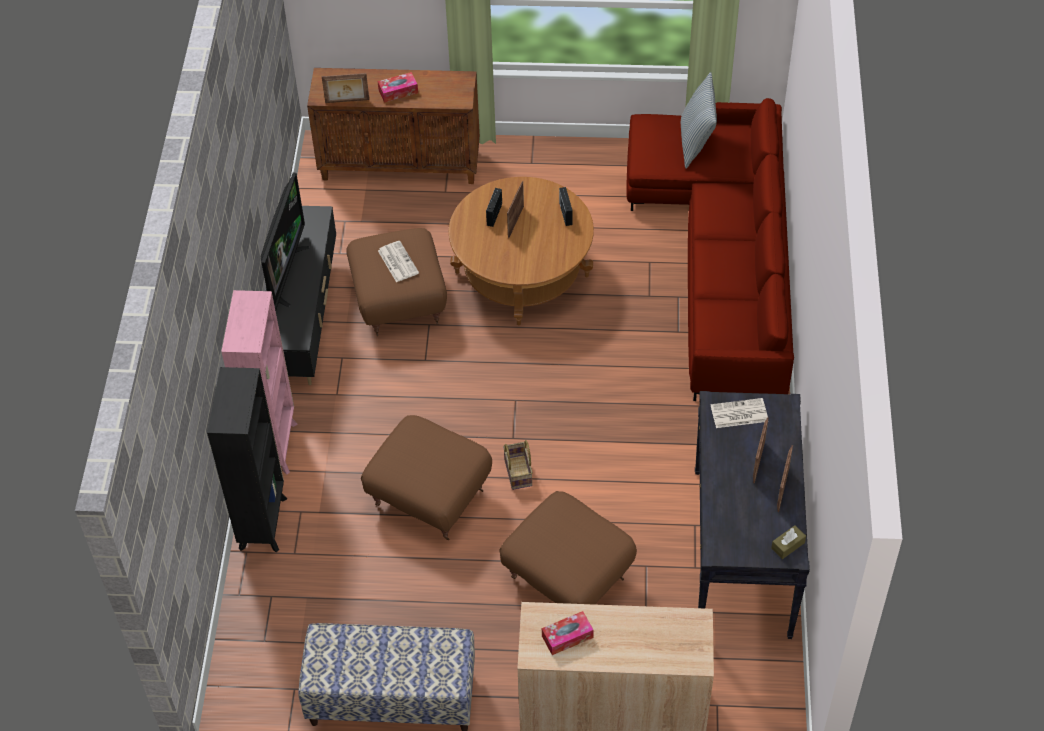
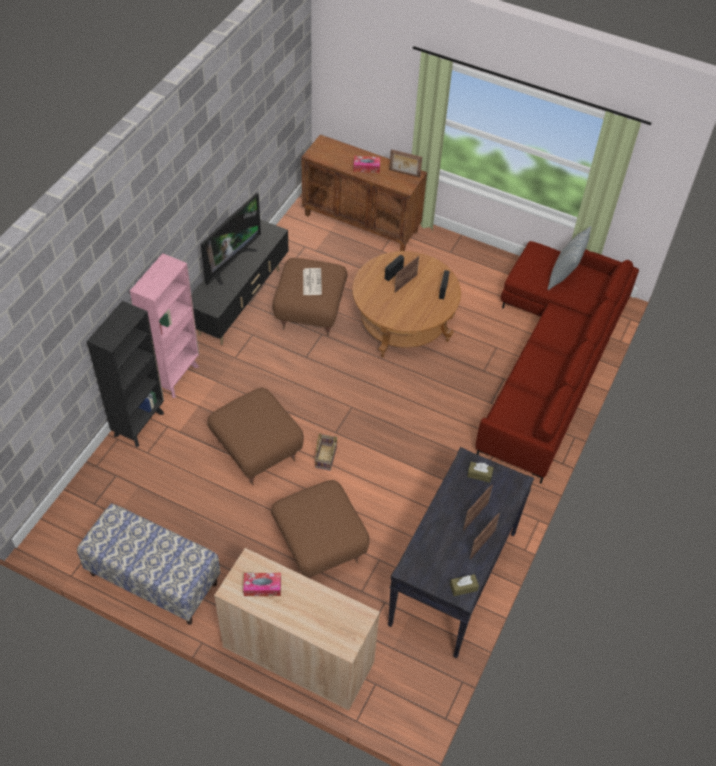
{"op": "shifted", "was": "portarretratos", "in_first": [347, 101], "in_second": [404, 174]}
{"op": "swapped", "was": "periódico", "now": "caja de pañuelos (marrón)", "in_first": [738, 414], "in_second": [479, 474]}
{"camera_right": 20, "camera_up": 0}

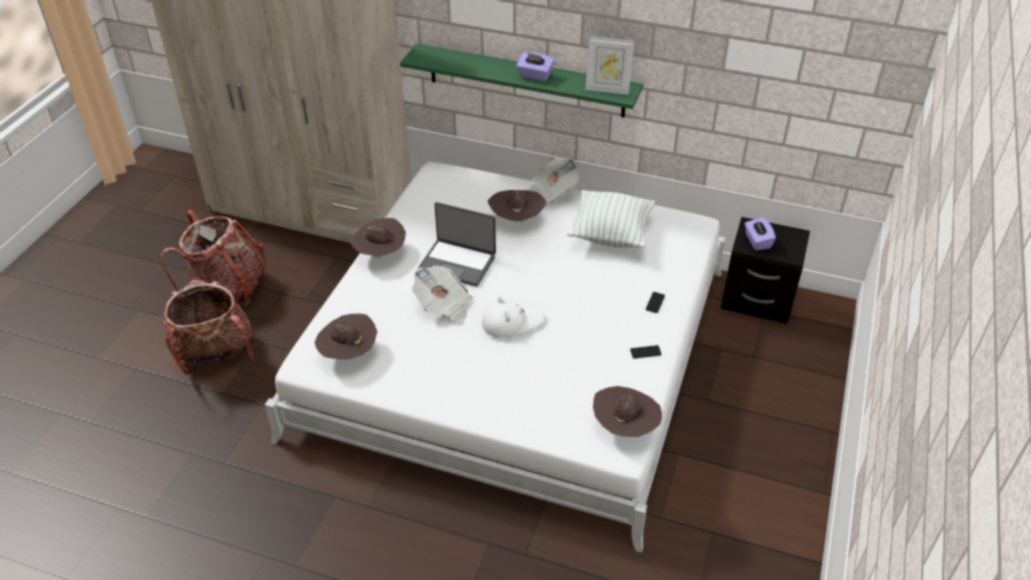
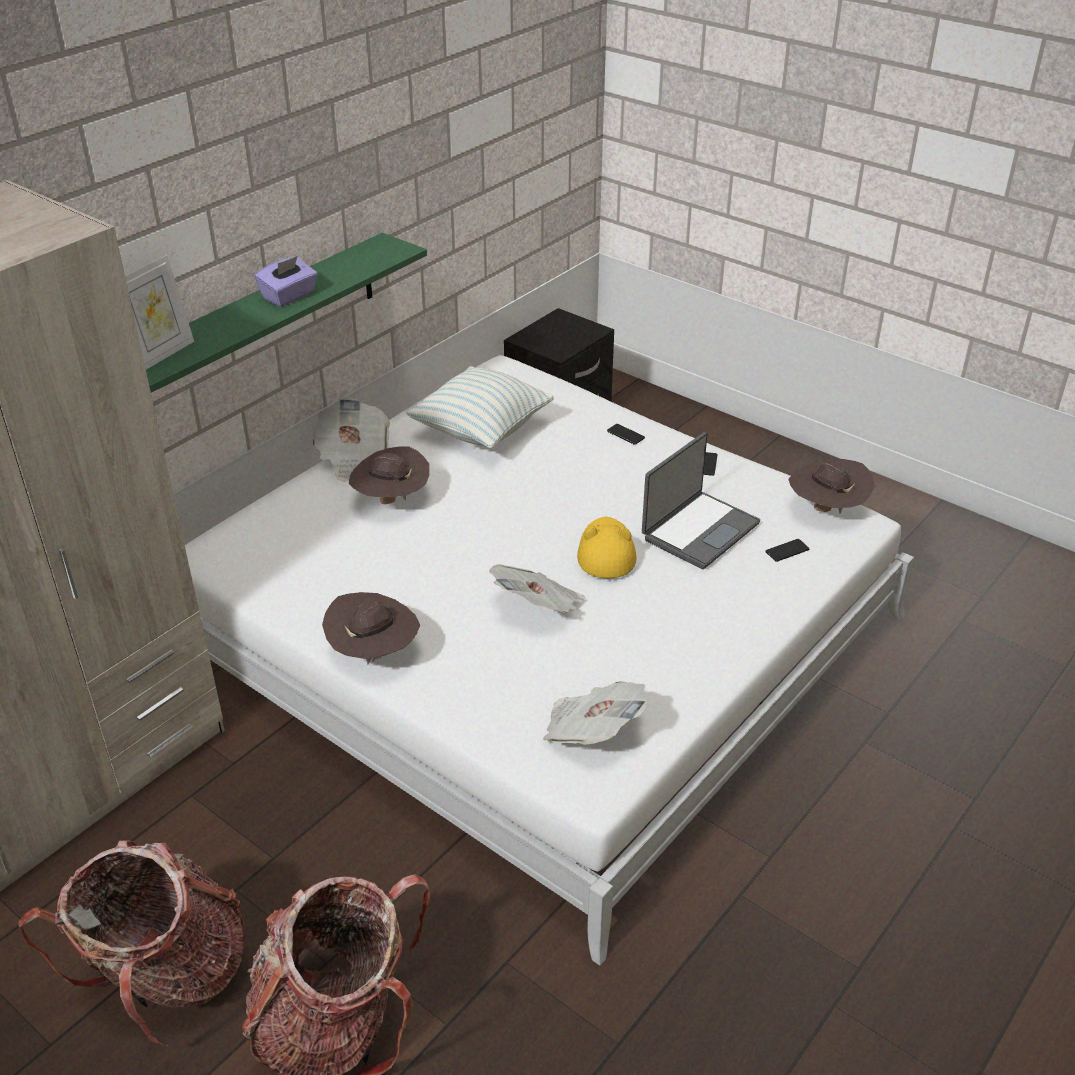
{"op": "swapped", "was": "sombrero (marrón)", "now": "periódico", "in_first": [348, 354], "in_second": [592, 731]}
{"op": "shifted", "was": "portátil", "in_first": [458, 262], "in_second": [699, 530]}
{"op": "repainted", "was": "sombrero (blanco)", "now": "sombrero (amarillo)", "in_first": [512, 322], "in_second": [606, 552]}
{"op": "shifted", "was": "portarretratos", "in_first": [607, 90], "in_second": [162, 354]}
{"op": "gone", "was": "caja de pañuelos (morado)", "in_first": [757, 241]}
{"op": "new", "now": "móvil", "in_second": [787, 551]}
{"camera_right": -70, "camera_up": -5}

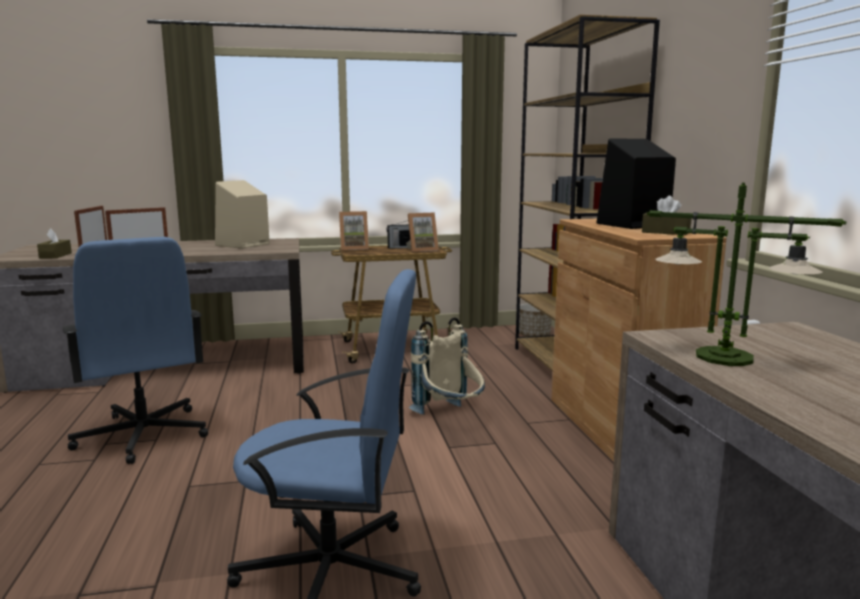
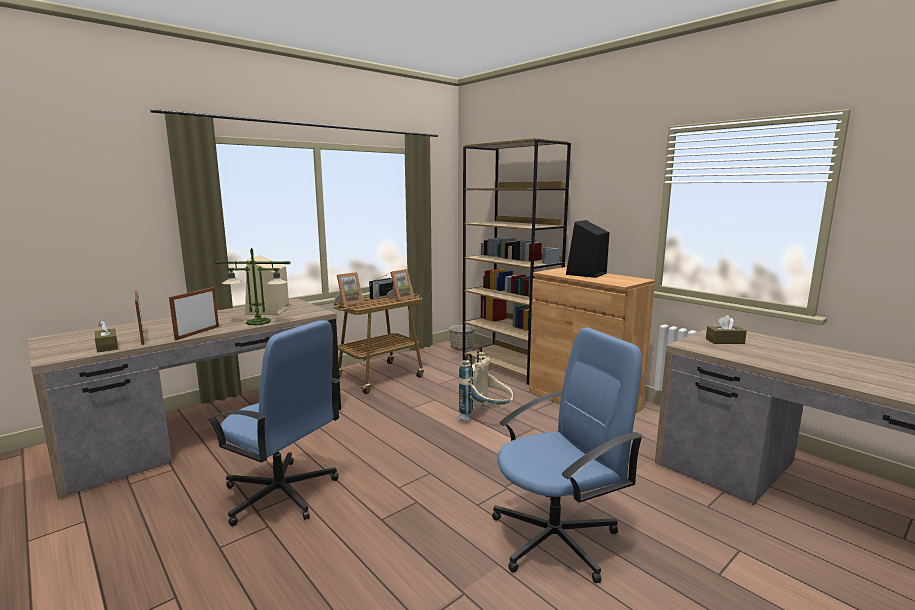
{"op": "shifted", "was": "caja de pañuelos (marrón)", "in_first": [665, 232], "in_second": [724, 341]}
{"op": "shifted", "was": "lámpara de mesa", "in_first": [722, 357], "in_second": [257, 322]}
{"camera_right": -30, "camera_up": 0}

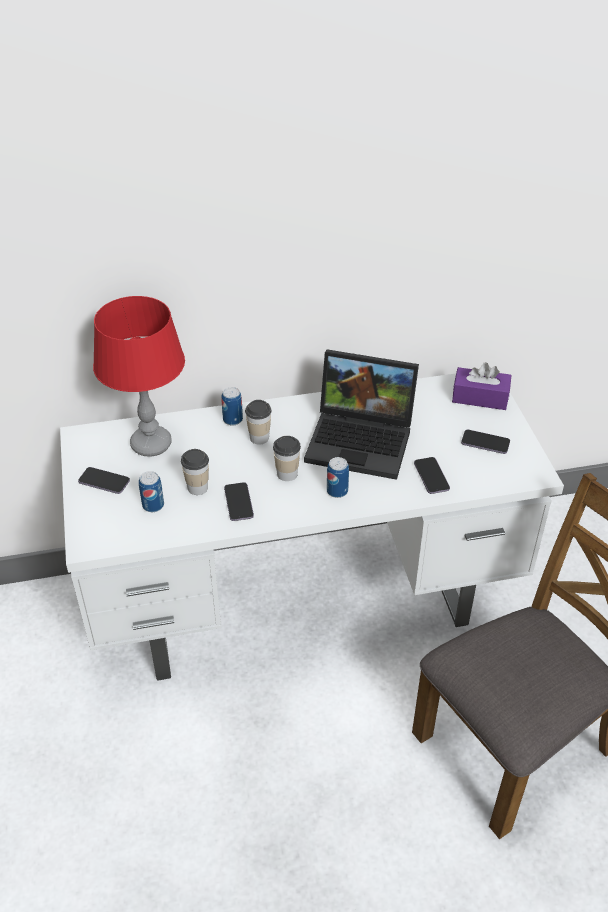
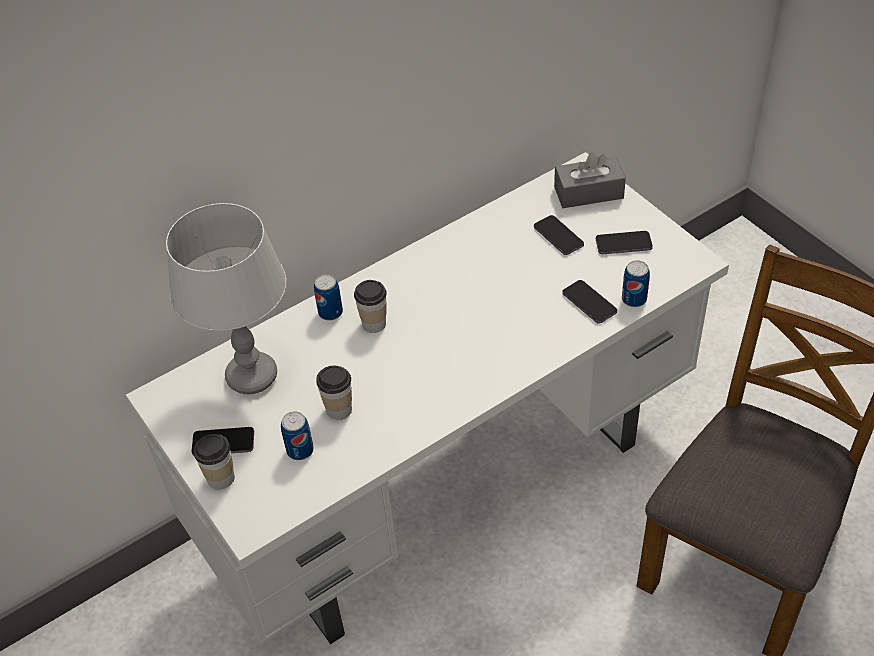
{"op": "repainted", "was": "lámpara de mesa (rojo)", "now": "lámpara de mesa (gris)", "in_first": [151, 444], "in_second": [252, 376]}
{"op": "shifted", "was": "móvil", "in_first": [238, 503], "in_second": [558, 236]}
{"op": "shifted", "was": "taza", "in_first": [287, 474], "in_second": [221, 478]}
{"op": "gone", "was": "portátil", "in_first": [363, 440]}
{"op": "shifted", "was": "lata", "in_first": [337, 491], "in_second": [634, 299]}
{"op": "repainted", "was": "caja de pañuelos (morado)", "now": "caja de pañuelos (gris)", "in_first": [480, 397], "in_second": [588, 192]}
{"camera_right": -20, "camera_up": 5}

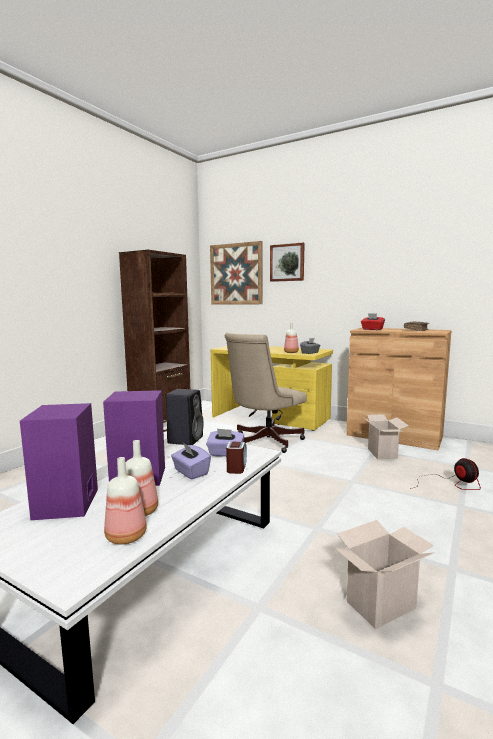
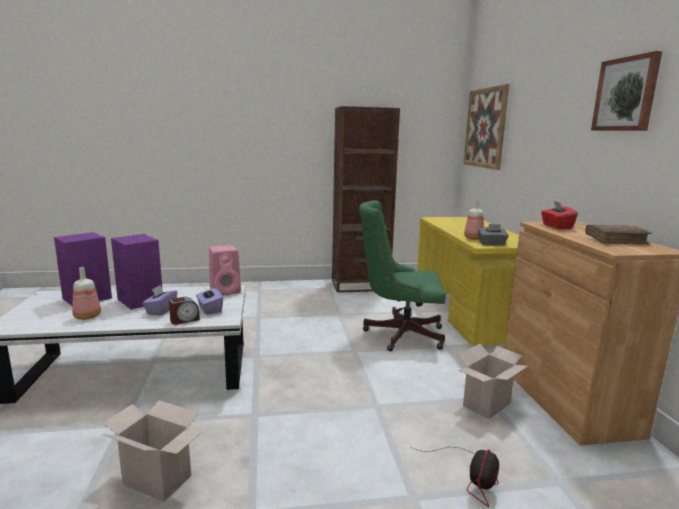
{"op": "gone", "was": "botella", "in_first": [127, 536]}
{"op": "repainted", "was": "altavoz (negro)", "now": "altavoz (rosa)", "in_first": [185, 439], "in_second": [226, 290]}
{"op": "repainted", "was": "silla de oficina (beis)", "now": "silla de oficina (verde)", "in_first": [264, 442], "in_second": [399, 334]}
{"op": "shifted", "was": "cuadro", "in_first": [287, 262], "in_second": [626, 94]}
{"camera_right": 50, "camera_up": 5}

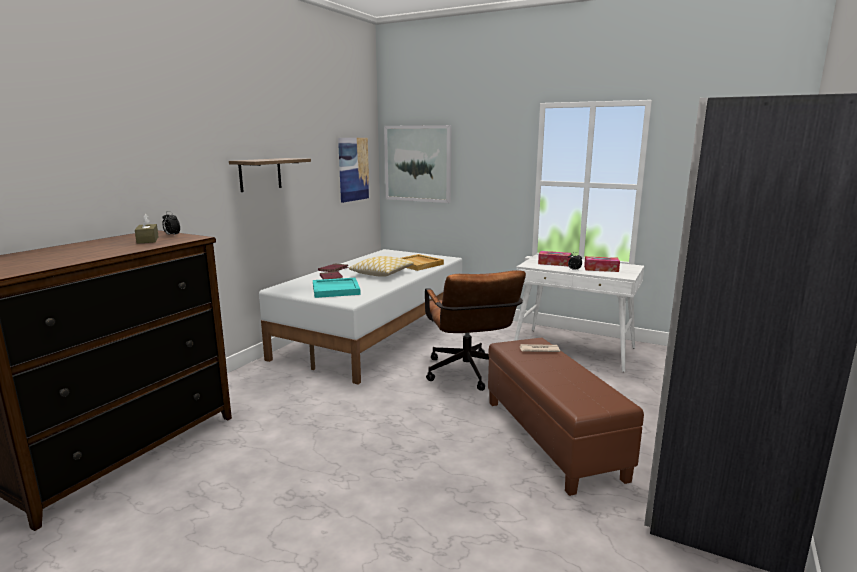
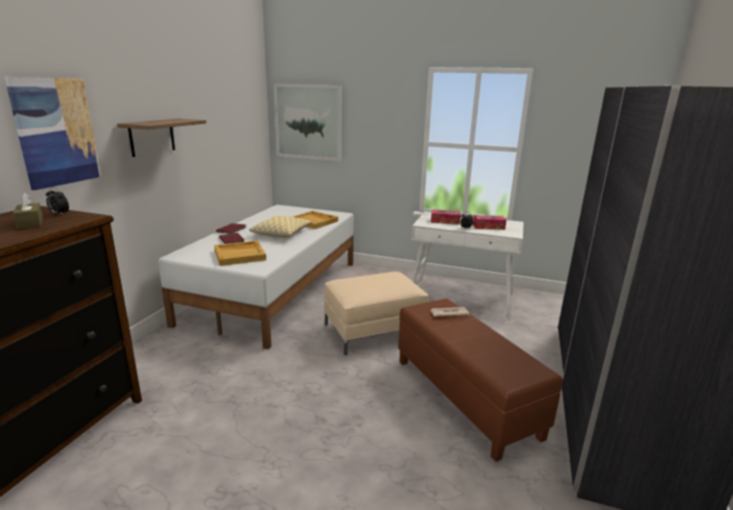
{"op": "repainted", "was": "bandeja (turquesa)", "now": "bandeja (beis)", "in_first": [336, 290], "in_second": [240, 255]}
{"op": "shifted", "was": "cuadro", "in_first": [353, 169], "in_second": [56, 132]}
{"op": "swapped", "was": "silla de oficina (marrón)", "now": "puf (beis)", "in_first": [469, 375], "in_second": [373, 331]}
{"camera_right": -10, "camera_up": 5}

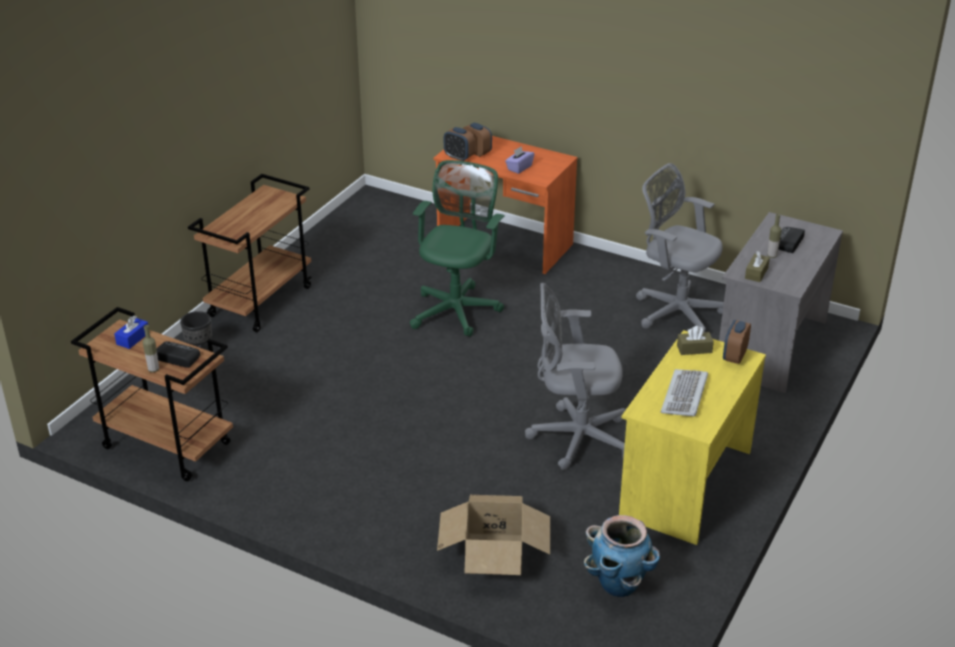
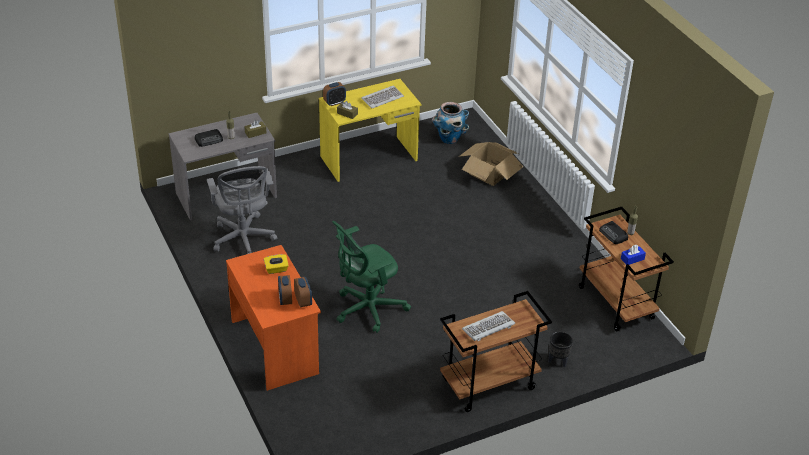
{"op": "repainted", "was": "caja de pañuelos (morado)", "now": "caja de pañuelos (amarillo)", "in_first": [519, 168], "in_second": [276, 269]}
{"op": "gone", "was": "silla de oficina (gris)", "in_first": [575, 438]}
{"op": "new", "now": "teclado", "in_second": [488, 328]}
{"camera_right": -145, "camera_up": 5}

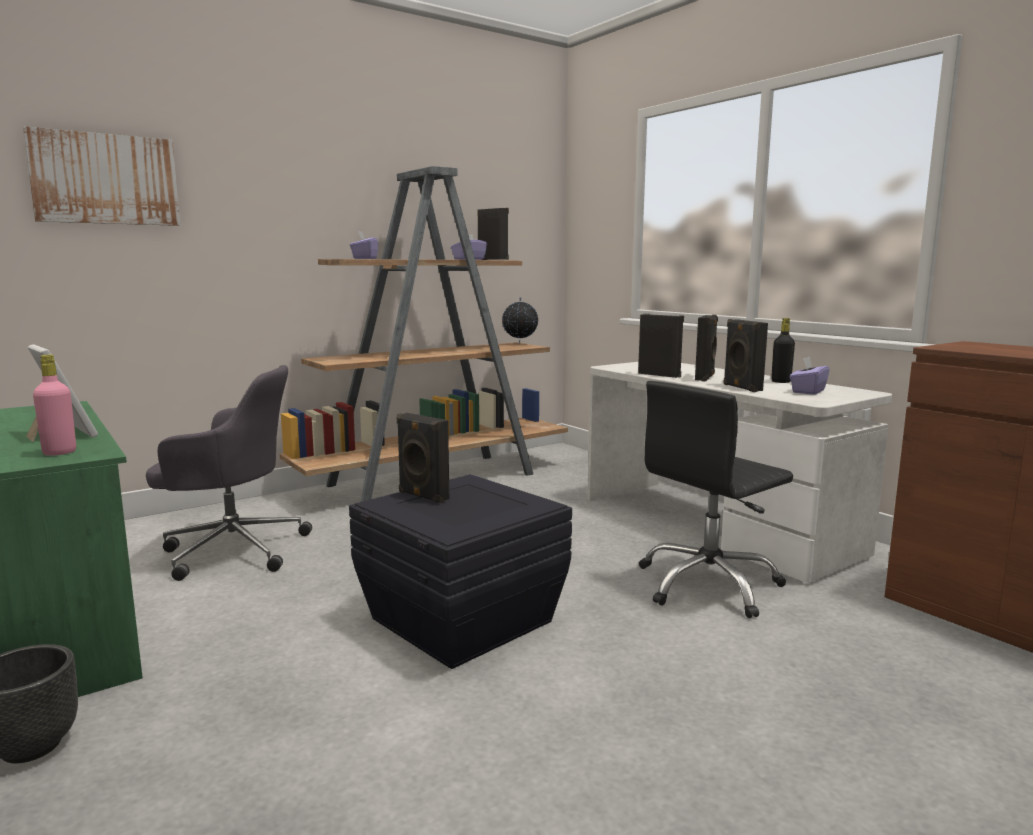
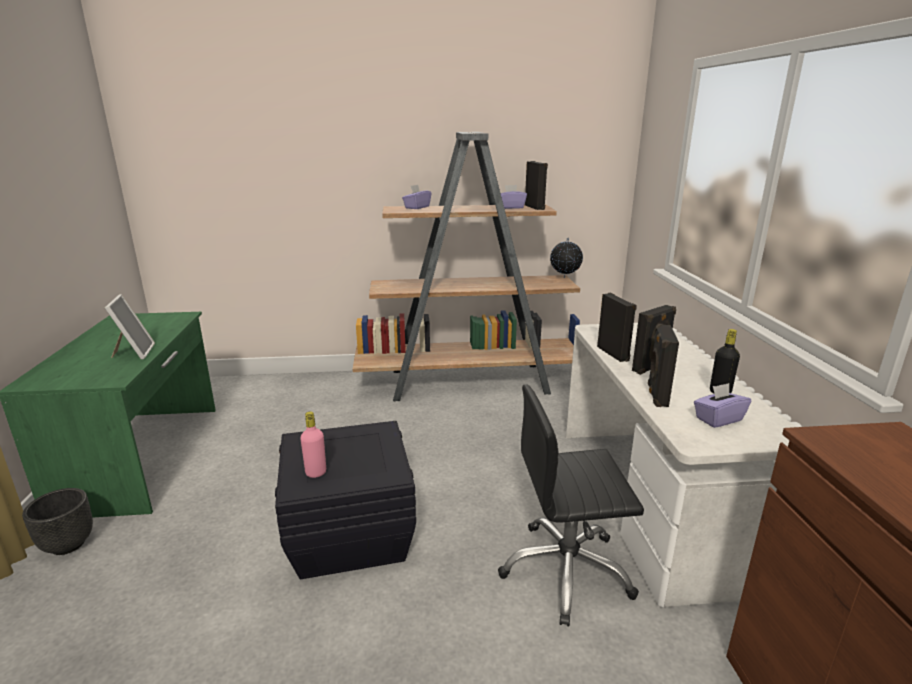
{"op": "gone", "was": "cuadro", "in_first": [105, 179]}
{"op": "shifted", "was": "botella (rosa)", "in_first": [59, 452], "in_second": [316, 473]}
{"op": "gone", "was": "silla de oficina (gris)", "in_first": [232, 549]}
{"op": "gone", "was": "altavoz (negro)", "in_first": [422, 496]}
{"camera_right": 30, "camera_up": 10}

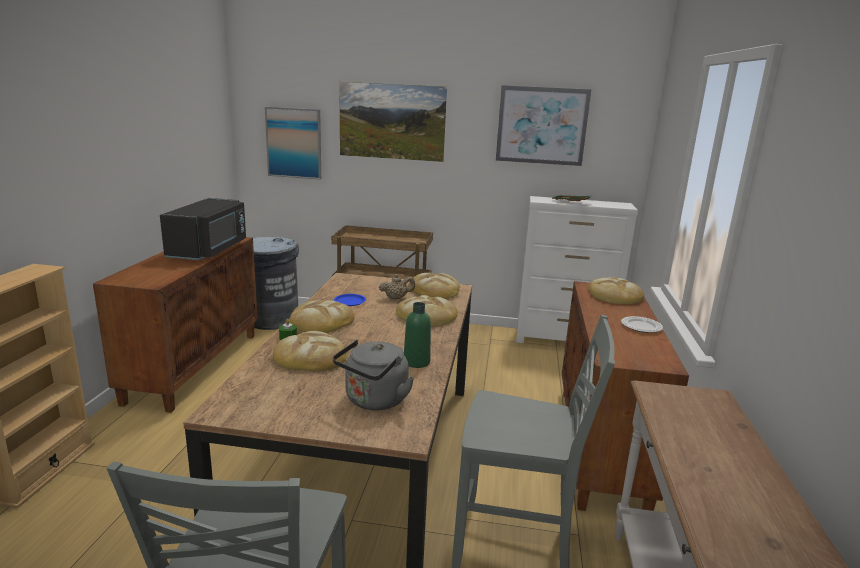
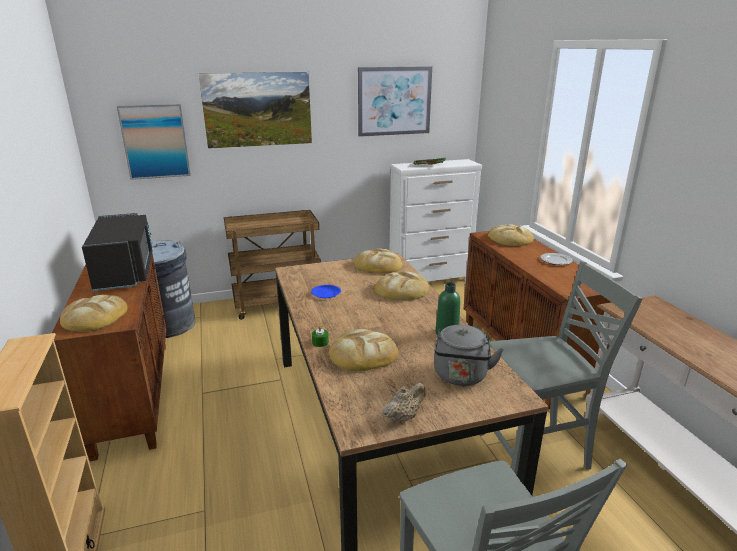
{"op": "shifted", "was": "pan", "in_first": [321, 322], "in_second": [94, 317]}
{"op": "shifted", "was": "tetera (beis)", "in_first": [396, 298], "in_second": [403, 417]}
{"camera_right": -25, "camera_up": 5}

